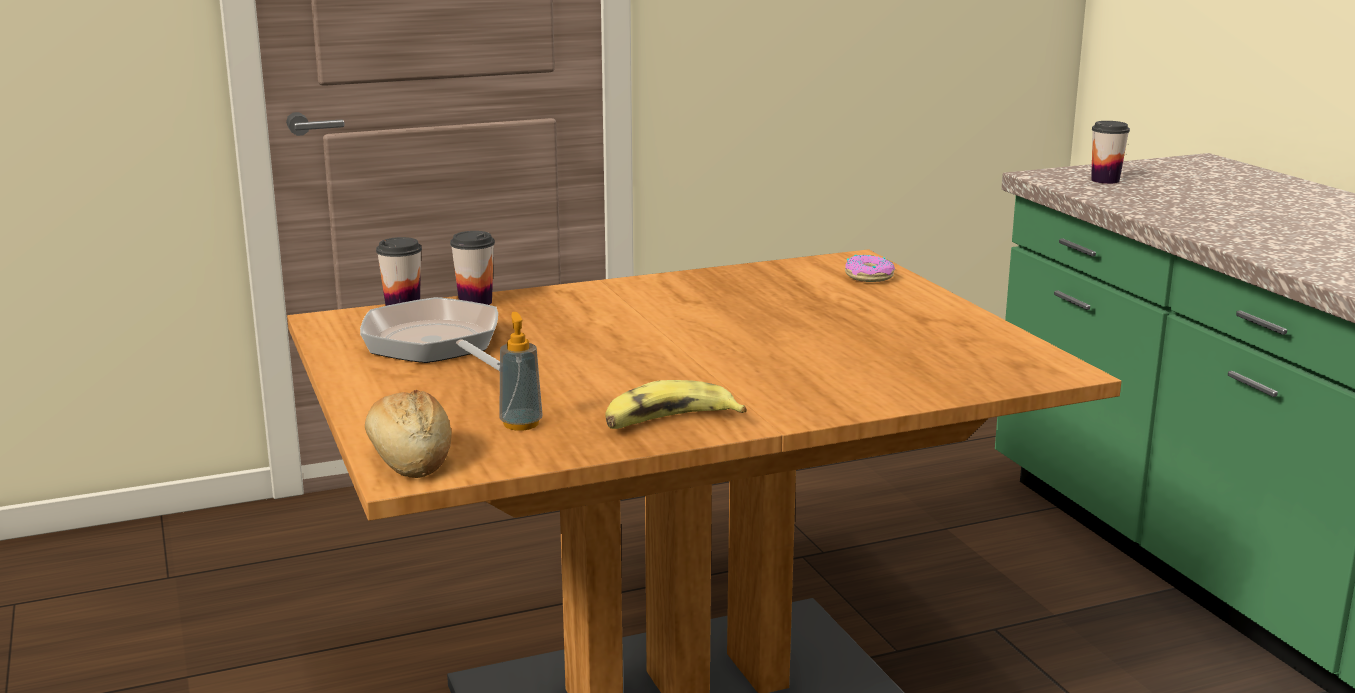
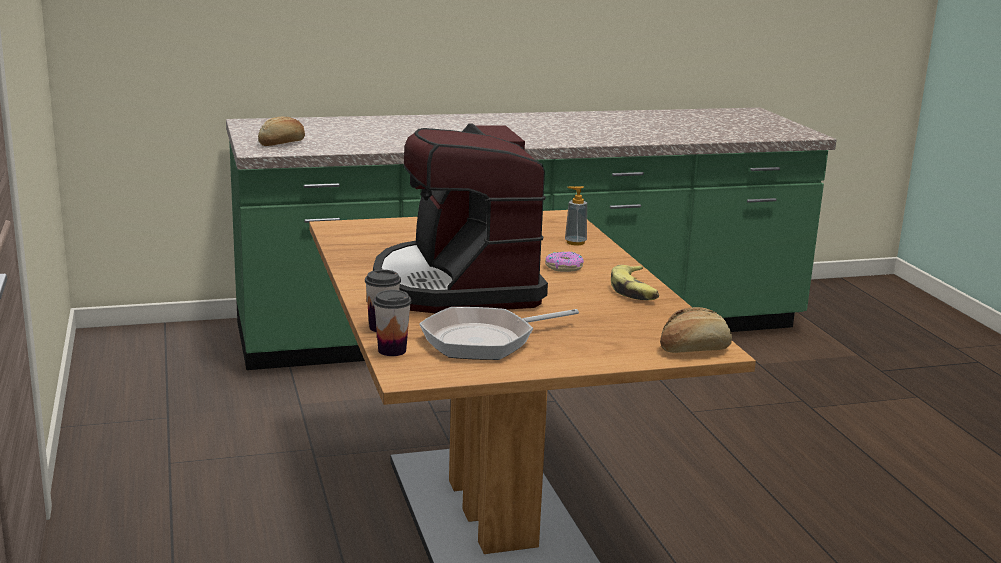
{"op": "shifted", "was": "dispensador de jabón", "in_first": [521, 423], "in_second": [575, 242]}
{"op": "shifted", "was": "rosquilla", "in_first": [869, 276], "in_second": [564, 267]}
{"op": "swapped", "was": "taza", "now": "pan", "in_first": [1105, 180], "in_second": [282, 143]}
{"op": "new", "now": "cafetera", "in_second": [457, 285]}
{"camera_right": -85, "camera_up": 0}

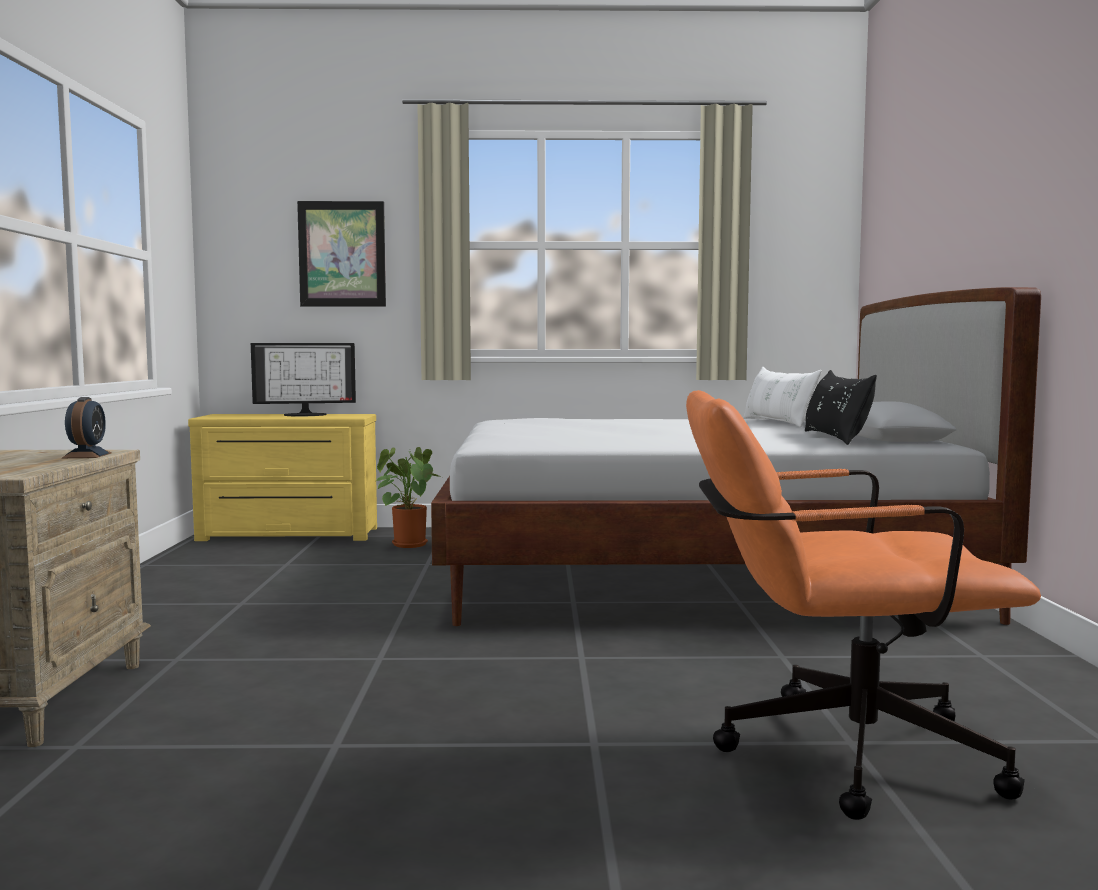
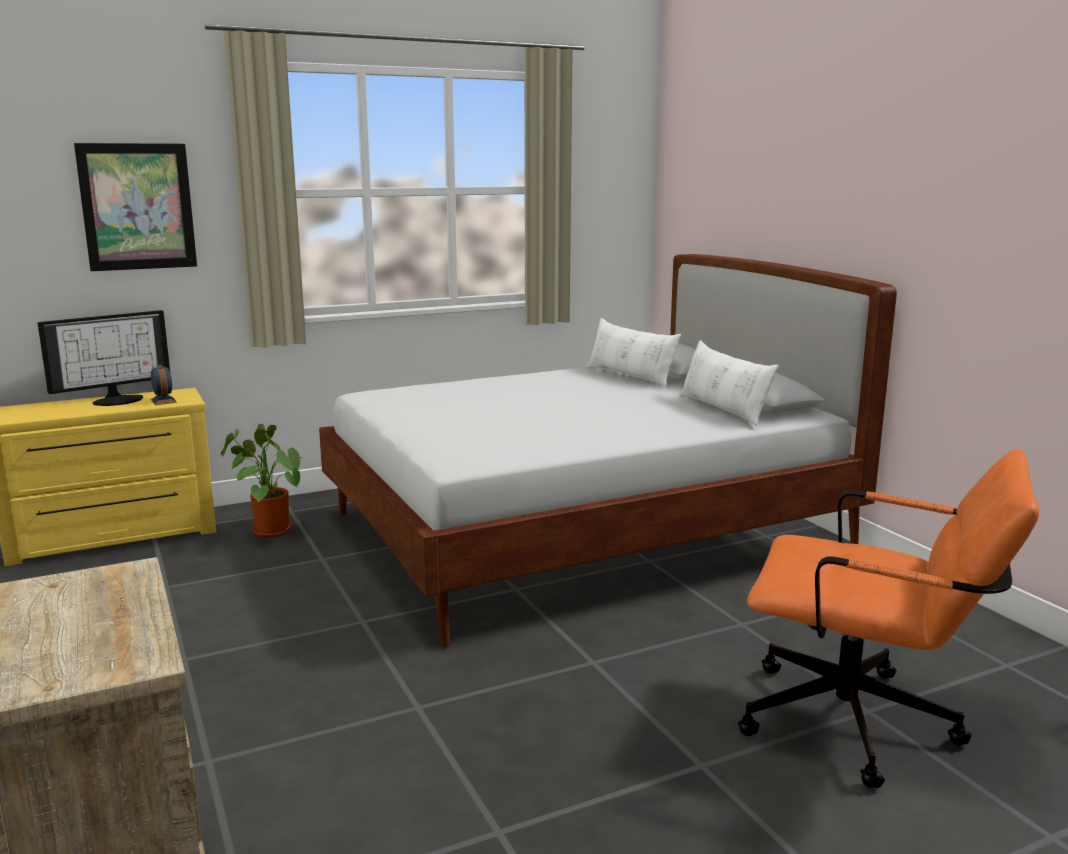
{"op": "shifted", "was": "despertador", "in_first": [87, 455], "in_second": [163, 401]}
{"op": "rotated", "was": "silla de oficina (naranja)", "in_first": [832, 753], "in_second": [867, 726], "clockwise": -135}
{"op": "repainted", "was": "cojín (negro)", "now": "cojín (blanco)", "in_first": [835, 438], "in_second": [723, 409]}
{"camera_right": -25, "camera_up": 10}

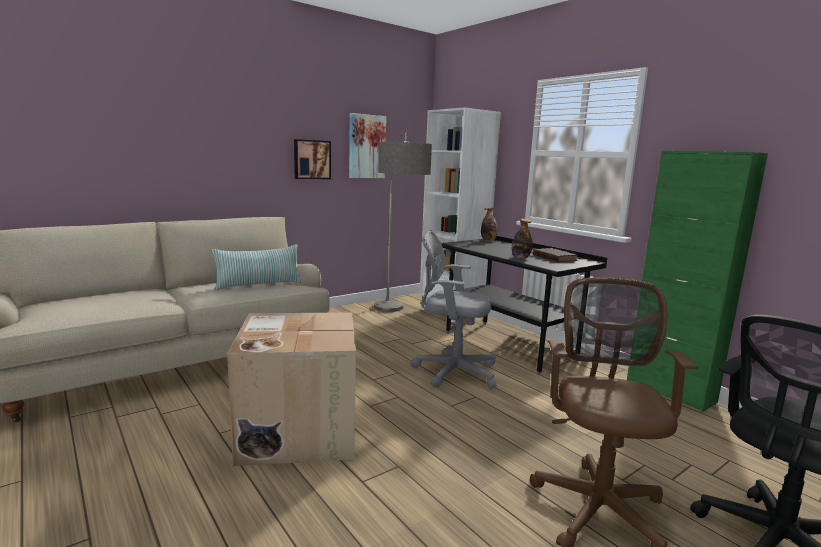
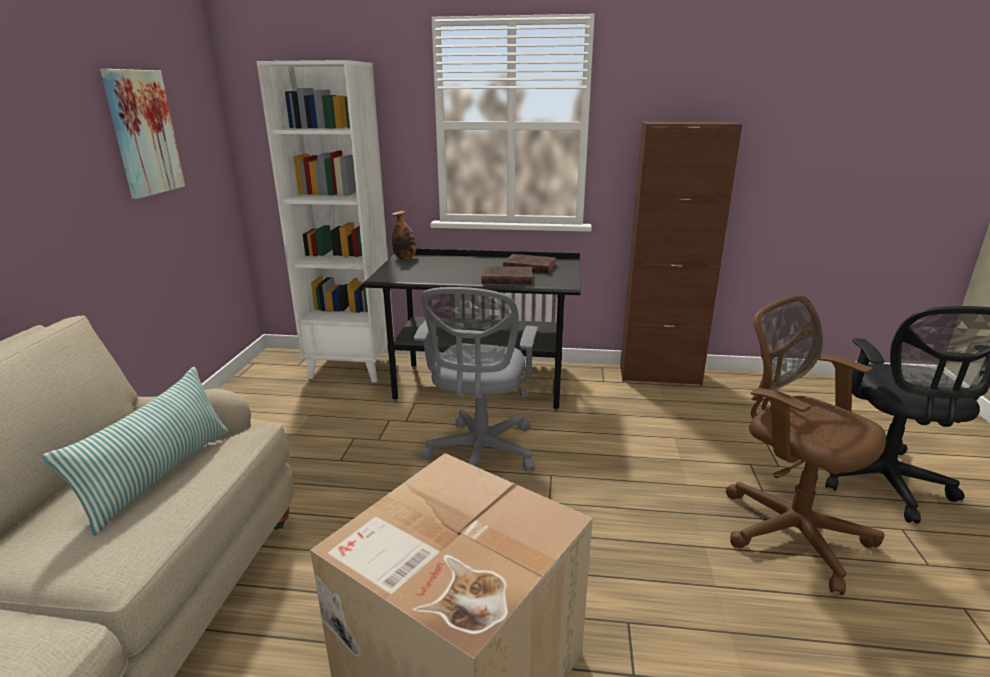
{"op": "gone", "was": "cuadro", "in_first": [311, 159]}
{"op": "gone", "was": "lámpara de pie", "in_first": [395, 318]}
{"op": "rotated", "was": "silla de oficina (gris)", "in_first": [451, 371], "in_second": [480, 455], "clockwise": -45}
{"op": "swapped", "was": "botella", "now": "libro (marrón)", "in_first": [520, 258], "in_second": [505, 279]}
{"op": "repainted", "was": "armario (verde)", "now": "armario (marrón)", "in_first": [670, 391], "in_second": [659, 375]}
{"camera_right": -45, "camera_up": 10}

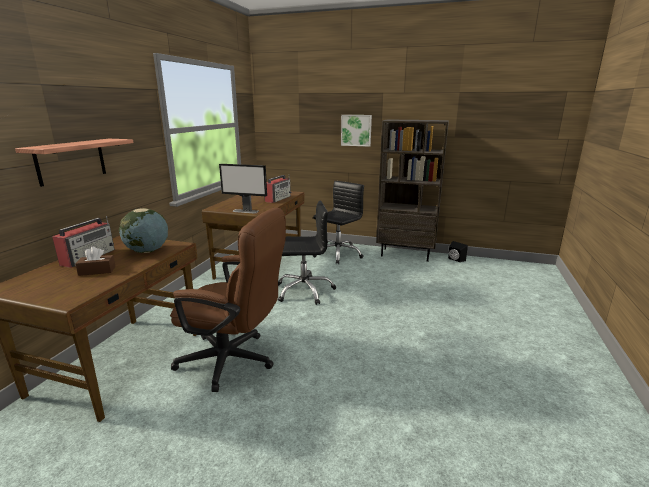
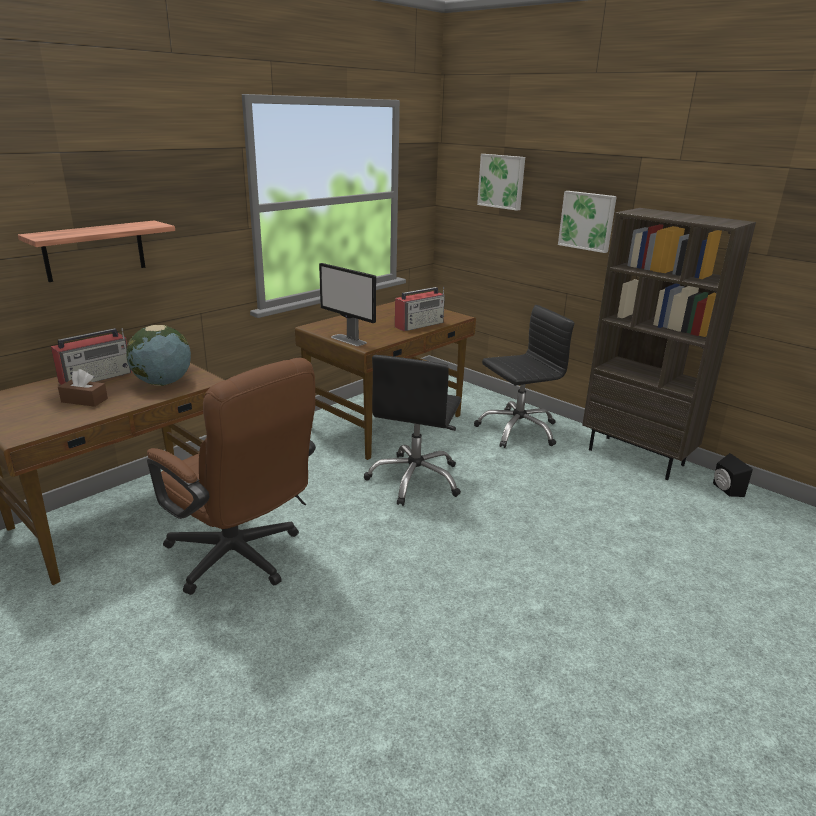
{"op": "rotated", "was": "silla de oficina (negro)", "in_first": [304, 290], "in_second": [415, 479], "clockwise": 90}
{"op": "new", "now": "cuadro", "in_second": [502, 181]}
{"camera_right": 25, "camera_up": 5}

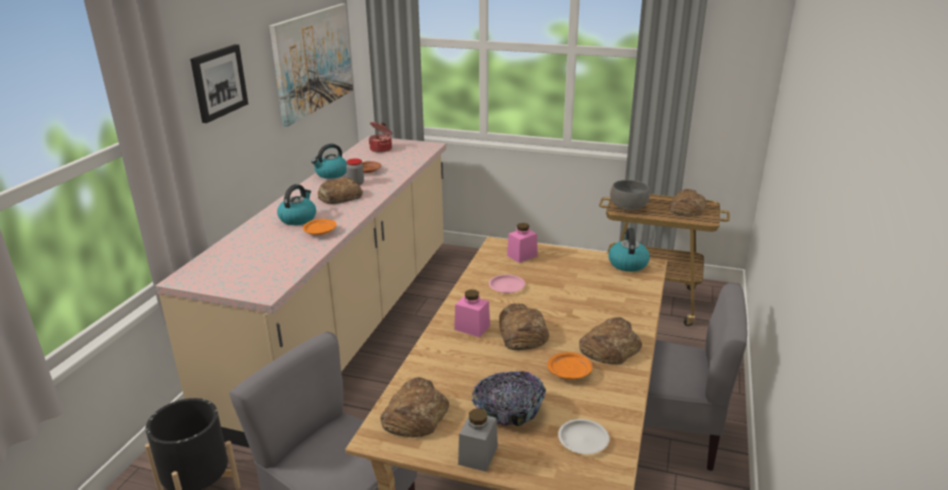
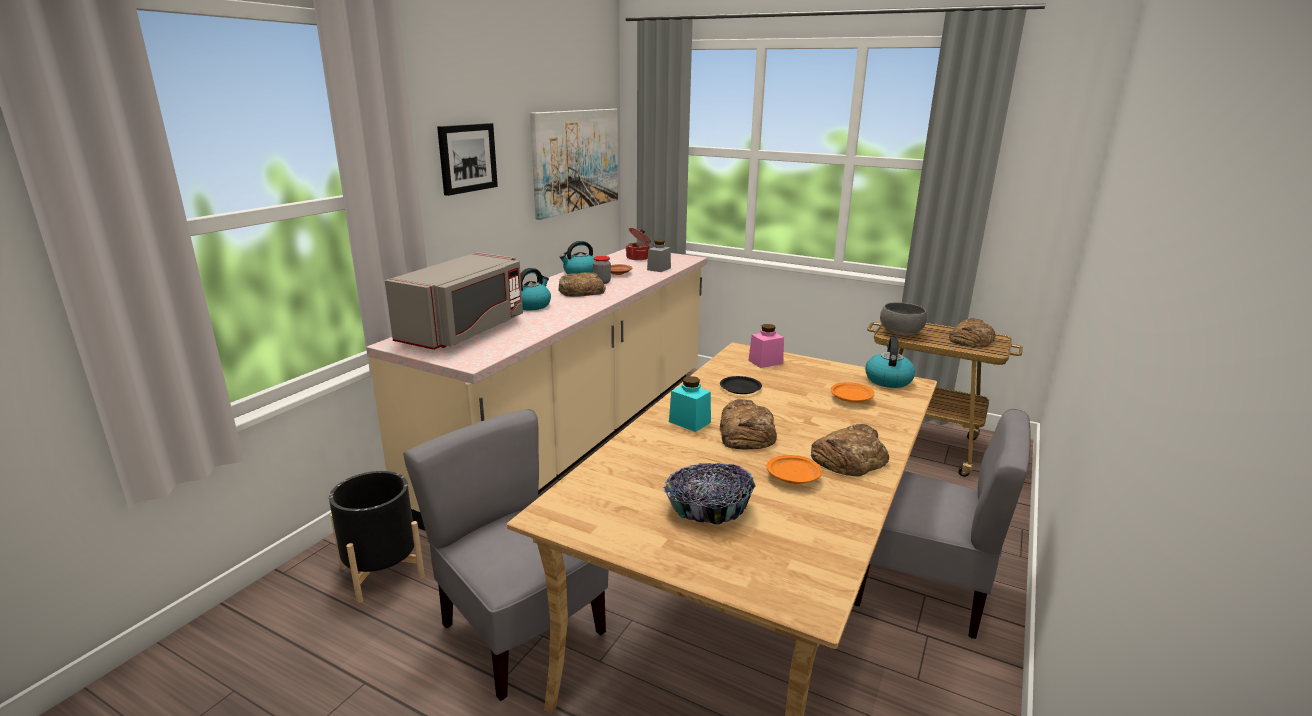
{"op": "shifted", "was": "plato (naranja)", "in_first": [320, 232], "in_second": [851, 399]}
{"op": "gone", "was": "pan", "in_first": [415, 415]}
{"op": "repainted", "was": "tarro (rosa)", "now": "tarro (turquesa)", "in_first": [472, 327], "in_second": [689, 422]}
{"op": "shifted", "was": "tarro (gris)", "in_first": [478, 455], "in_second": [659, 269]}
{"op": "repainted", "was": "plato (rosa)", "now": "plato (negro)", "in_first": [507, 286], "in_second": [741, 388]}
{"op": "gone", "was": "plato (blanco)", "in_first": [583, 439]}
{"op": "new", "now": "microondas (gris)", "in_second": [464, 331]}
{"camera_right": 10, "camera_up": -5}

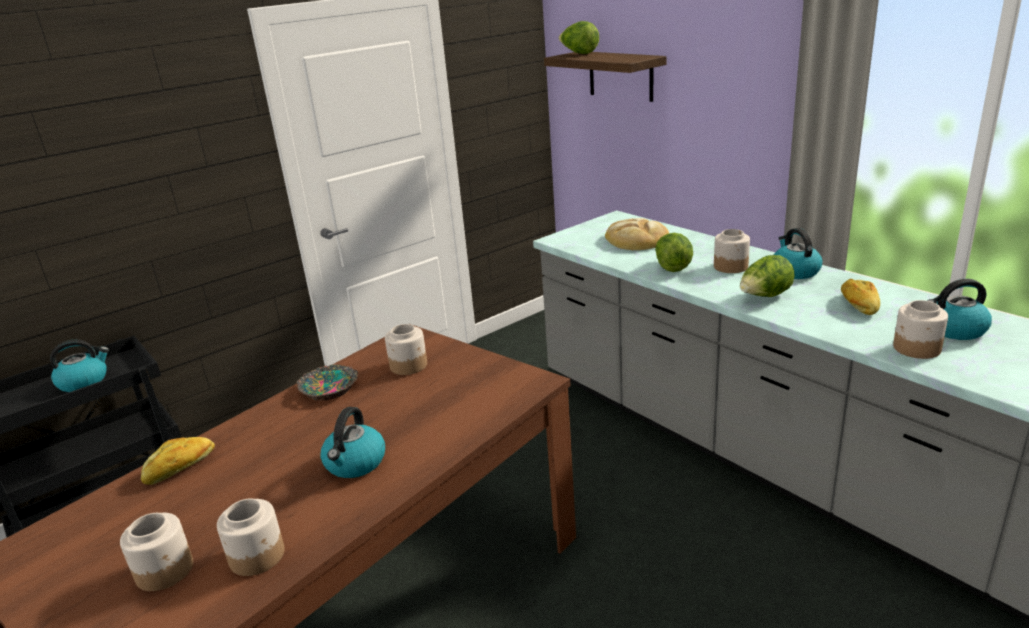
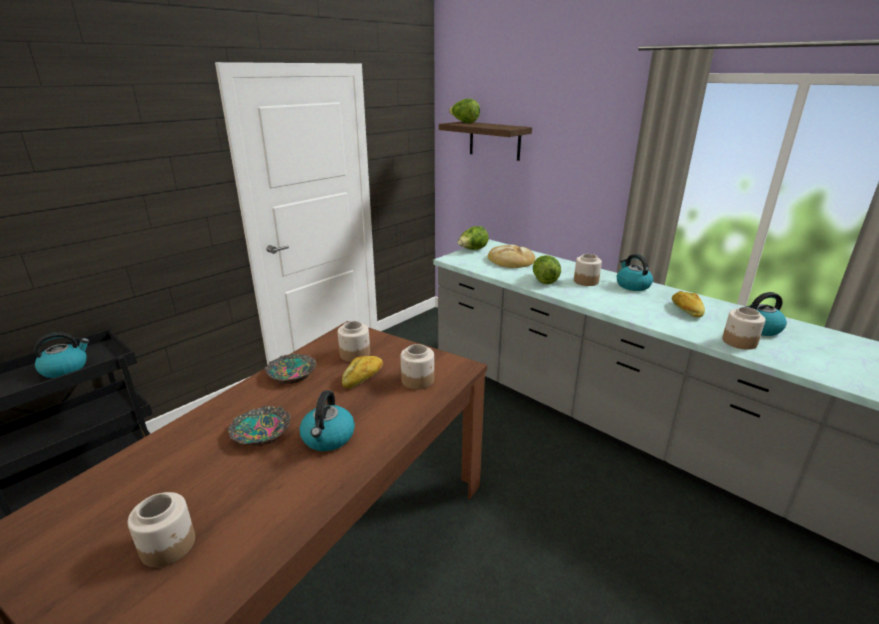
{"op": "shifted", "was": "pan", "in_first": [181, 468], "in_second": [363, 378]}
{"op": "shifted", "was": "tarro", "in_first": [258, 556], "in_second": [418, 380]}
{"op": "shifted", "was": "lechuga", "in_first": [764, 297], "in_second": [472, 250]}
{"op": "new", "now": "cuenco", "in_second": [261, 432]}
{"camera_right": -10, "camera_up": 0}

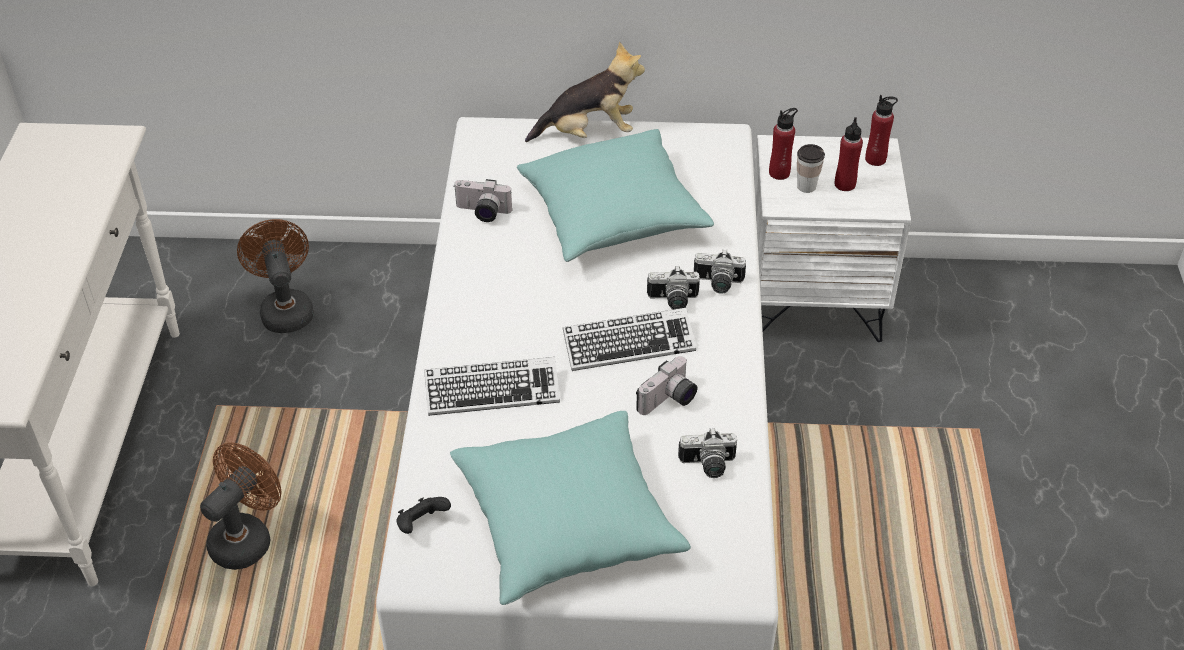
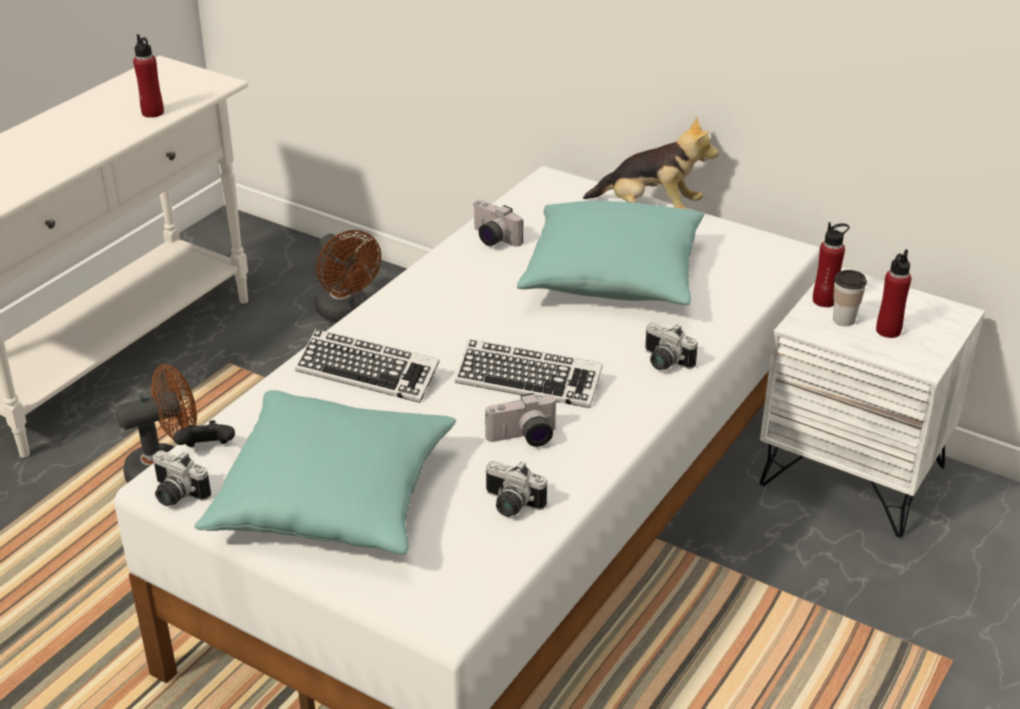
{"op": "rotated", "was": "ventilador (marrón)", "in_first": [285, 309], "in_second": [346, 312], "clockwise": 135}
{"op": "shifted", "was": "cámara", "in_first": [673, 301], "in_second": [175, 495]}
{"op": "shifted", "was": "botella (rojo)", "in_first": [875, 159], "in_second": [153, 112]}
{"camera_right": 30, "camera_up": -10}

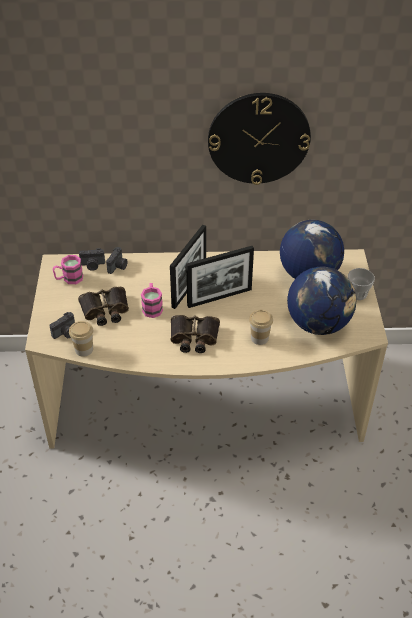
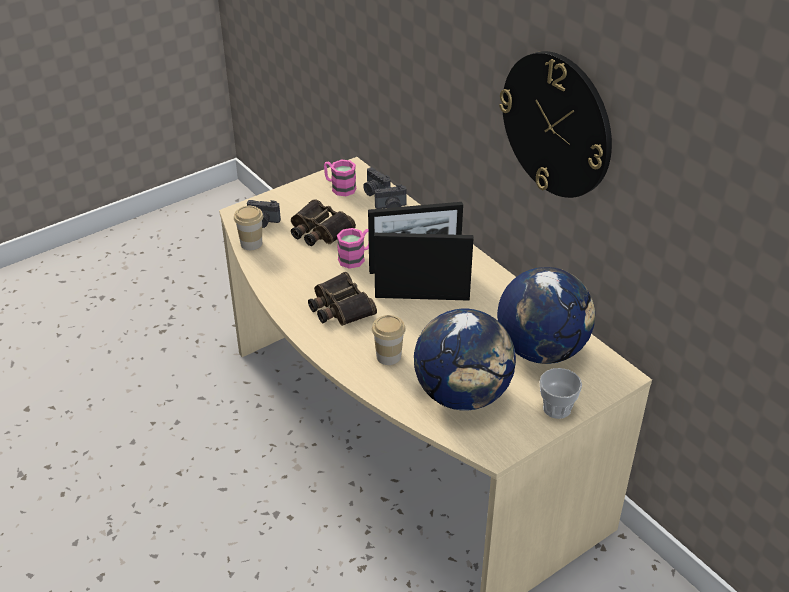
{"op": "rotated", "was": "portarretratos", "in_first": [219, 297], "in_second": [422, 297], "clockwise": 150}
{"camera_right": 55, "camera_up": -5}

